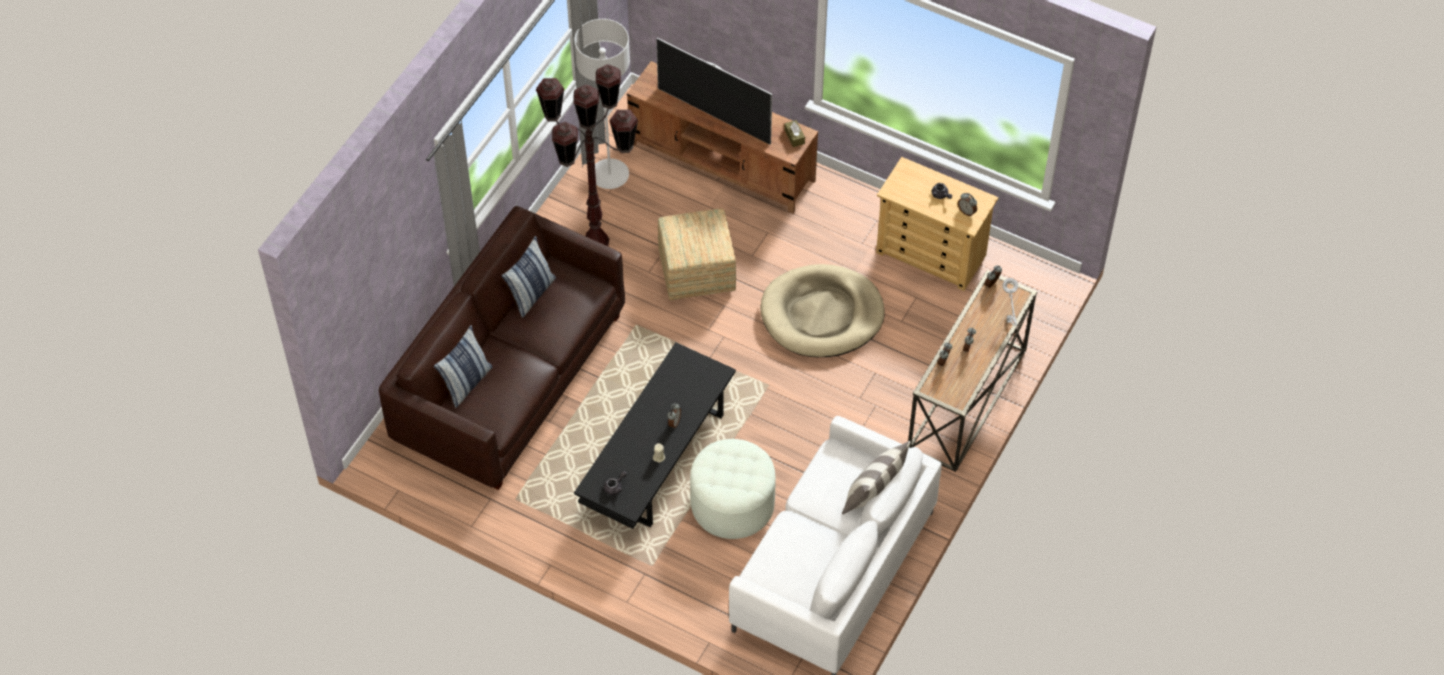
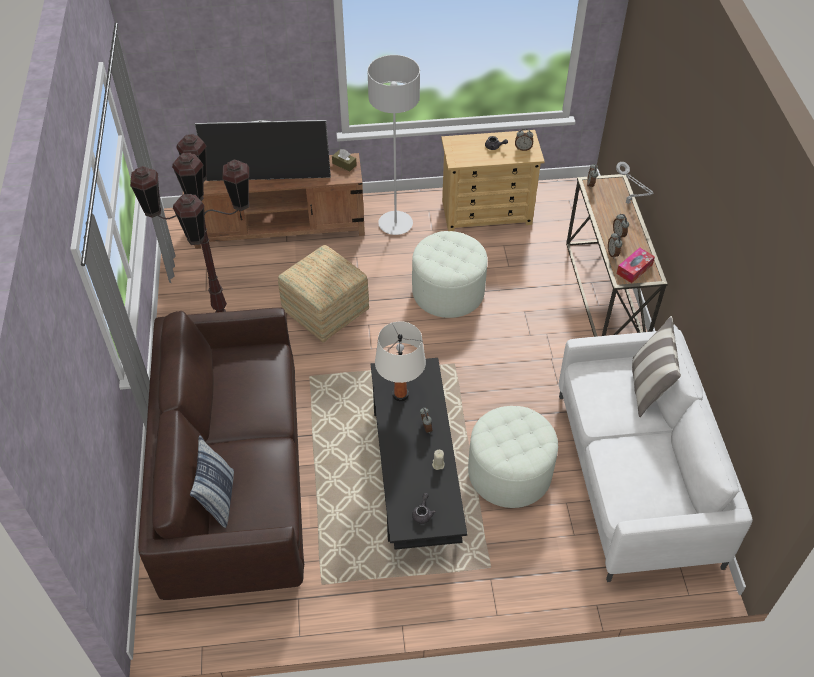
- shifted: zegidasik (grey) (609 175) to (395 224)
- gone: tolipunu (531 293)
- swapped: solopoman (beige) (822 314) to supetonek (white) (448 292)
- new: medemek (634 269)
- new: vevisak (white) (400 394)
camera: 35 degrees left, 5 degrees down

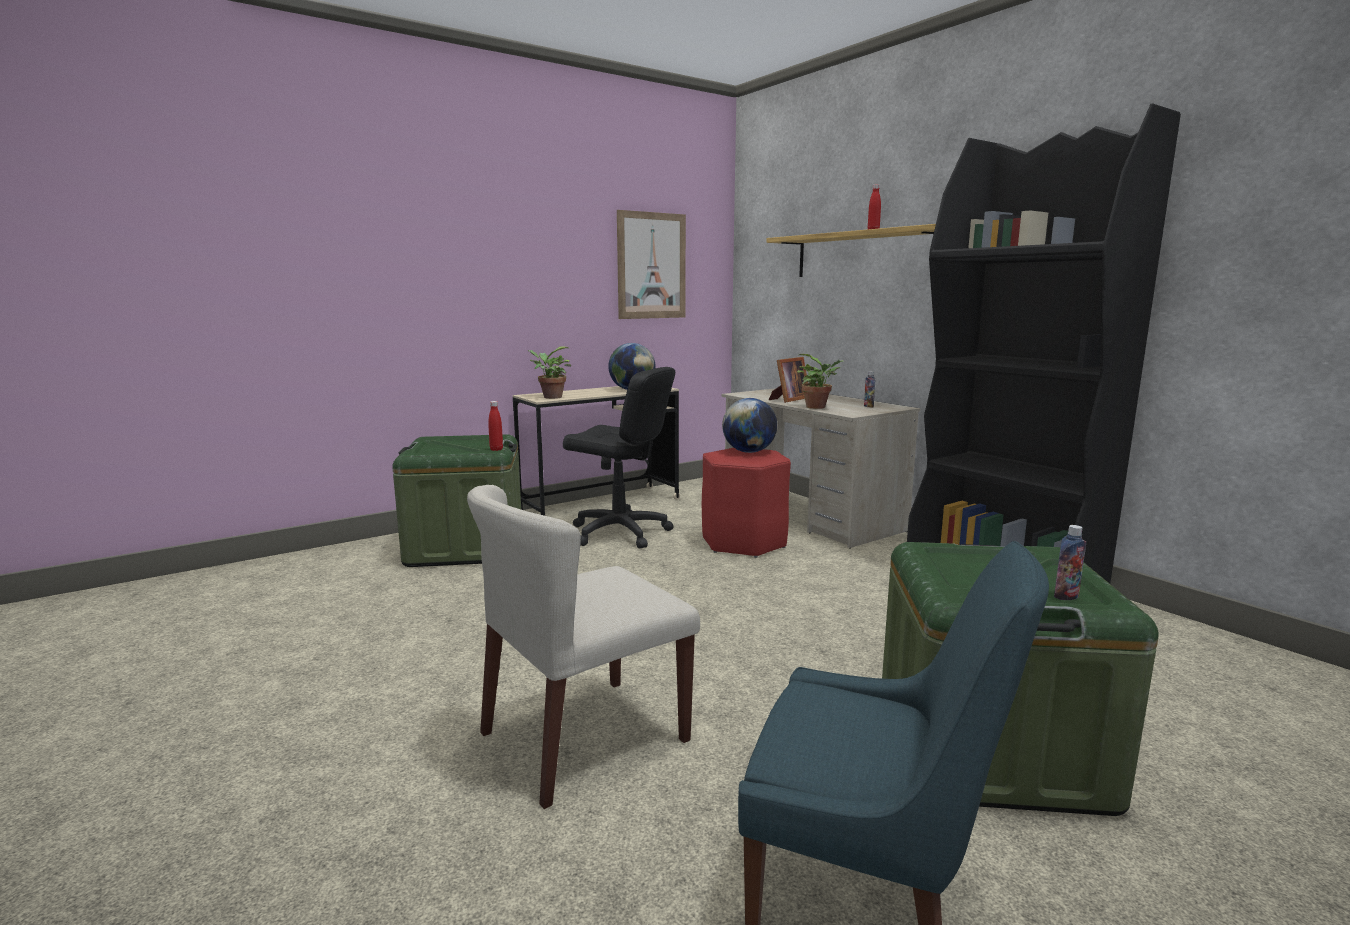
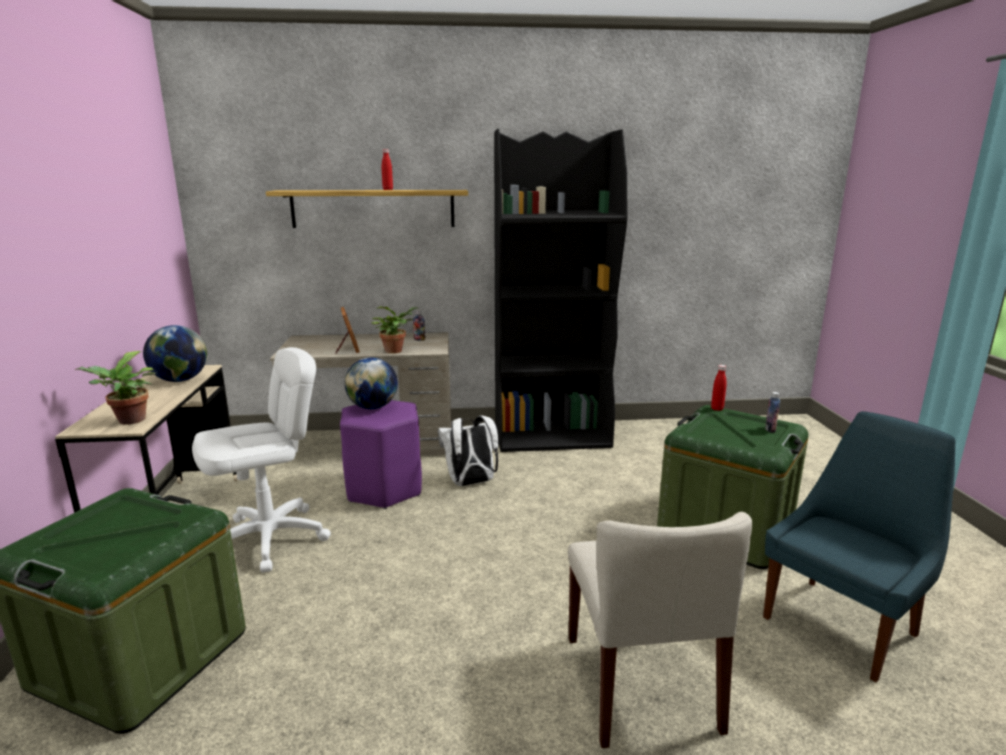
- gone: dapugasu (651 266)
- repainted: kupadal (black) (619 533) to kupadal (white) (270 538)
- shifted: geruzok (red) (496 449) to (717 409)
- repainted: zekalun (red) (743 543) to zekalun (purple) (384 489)
- new: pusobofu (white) (470 483)
camera: 60 degrees left, 5 degrees up

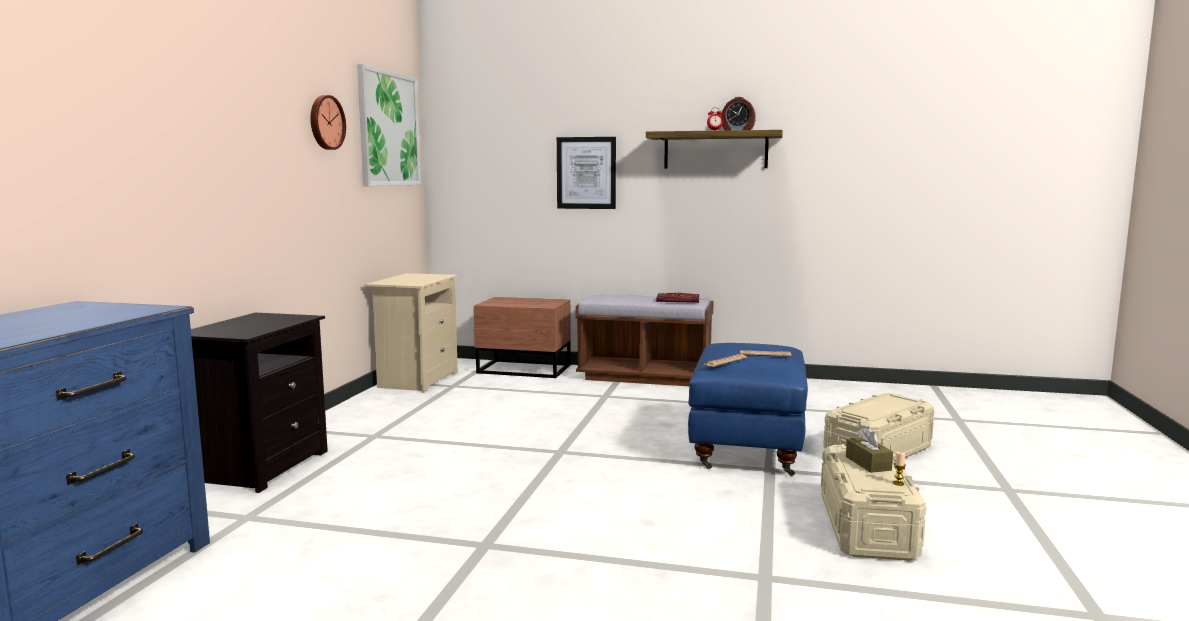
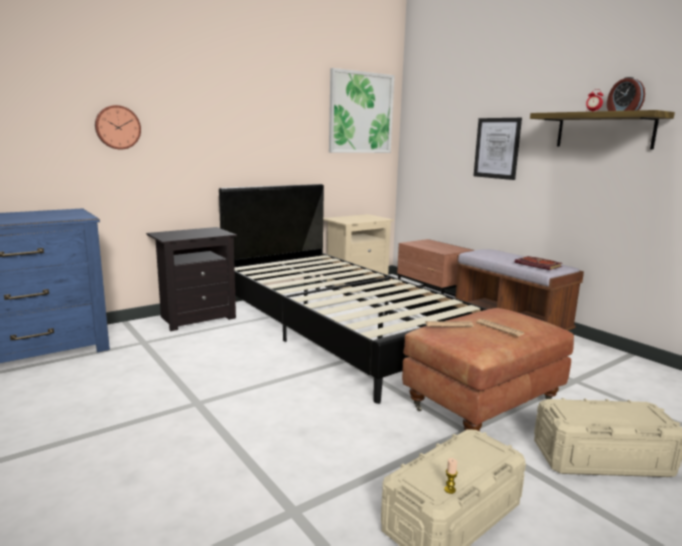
- shifted: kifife (325 122) to (117 127)
- repainted: supetonek (blue) (746 447) to supetonek (brown) (482 405)
- gone: medemek (brown) (868 463)
- new: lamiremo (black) (339 330)
camera: 40 degrees right, 5 degrees up

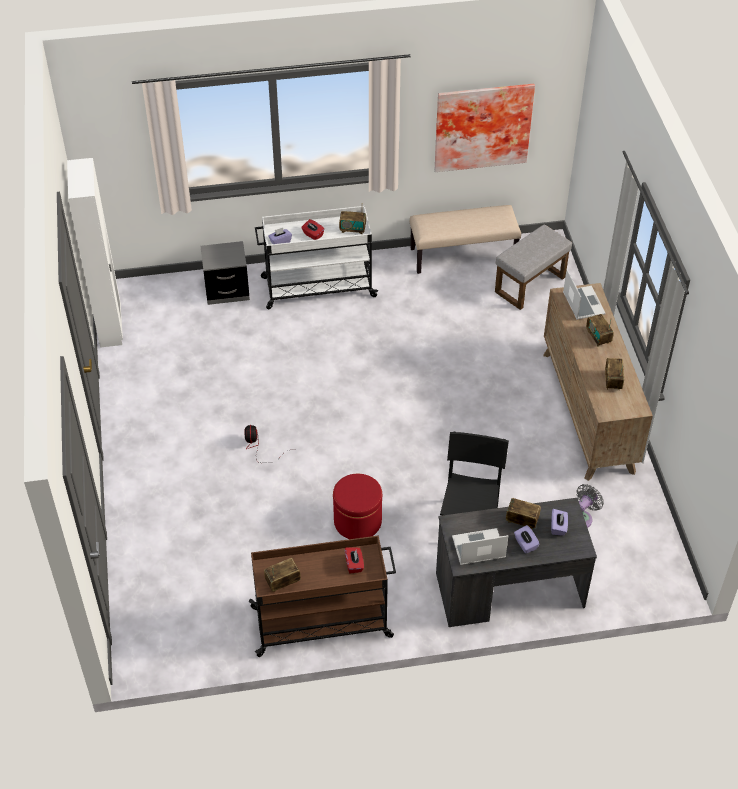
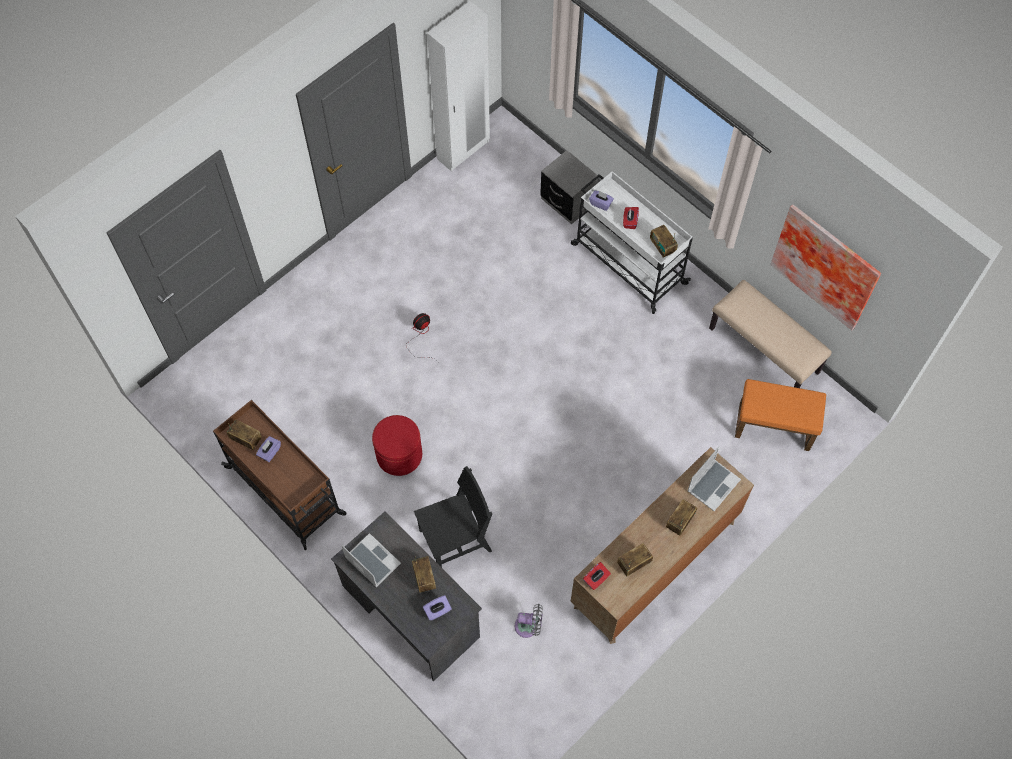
- repainted: supetonek (grey) (530 285) to supetonek (orange) (773 427)
- shifted: medemek (purple) (525 544) to (269 452)
- shifted: medemek (red) (354 564) to (596 579)
camera: 55 degrees right, 15 degrees up

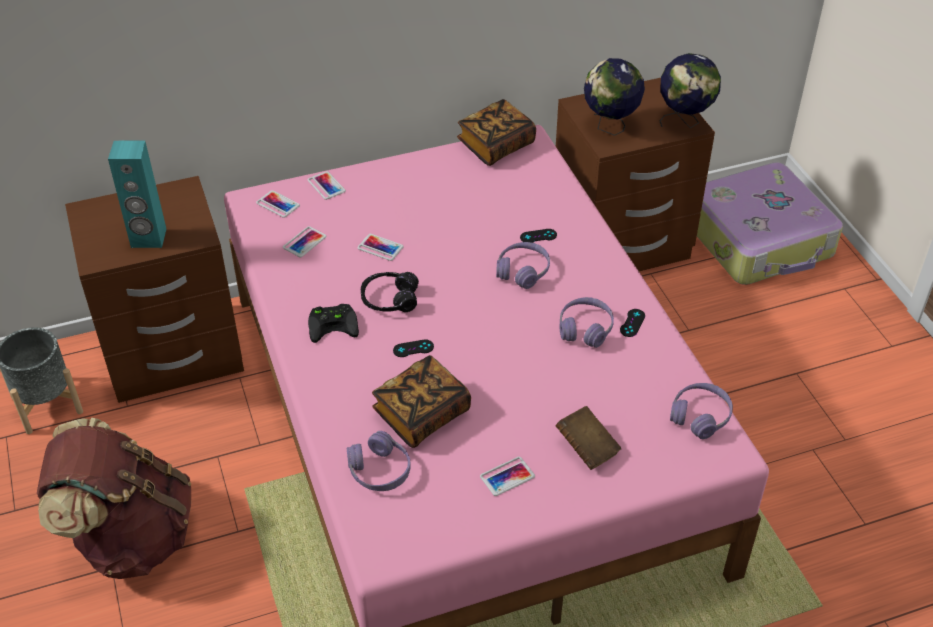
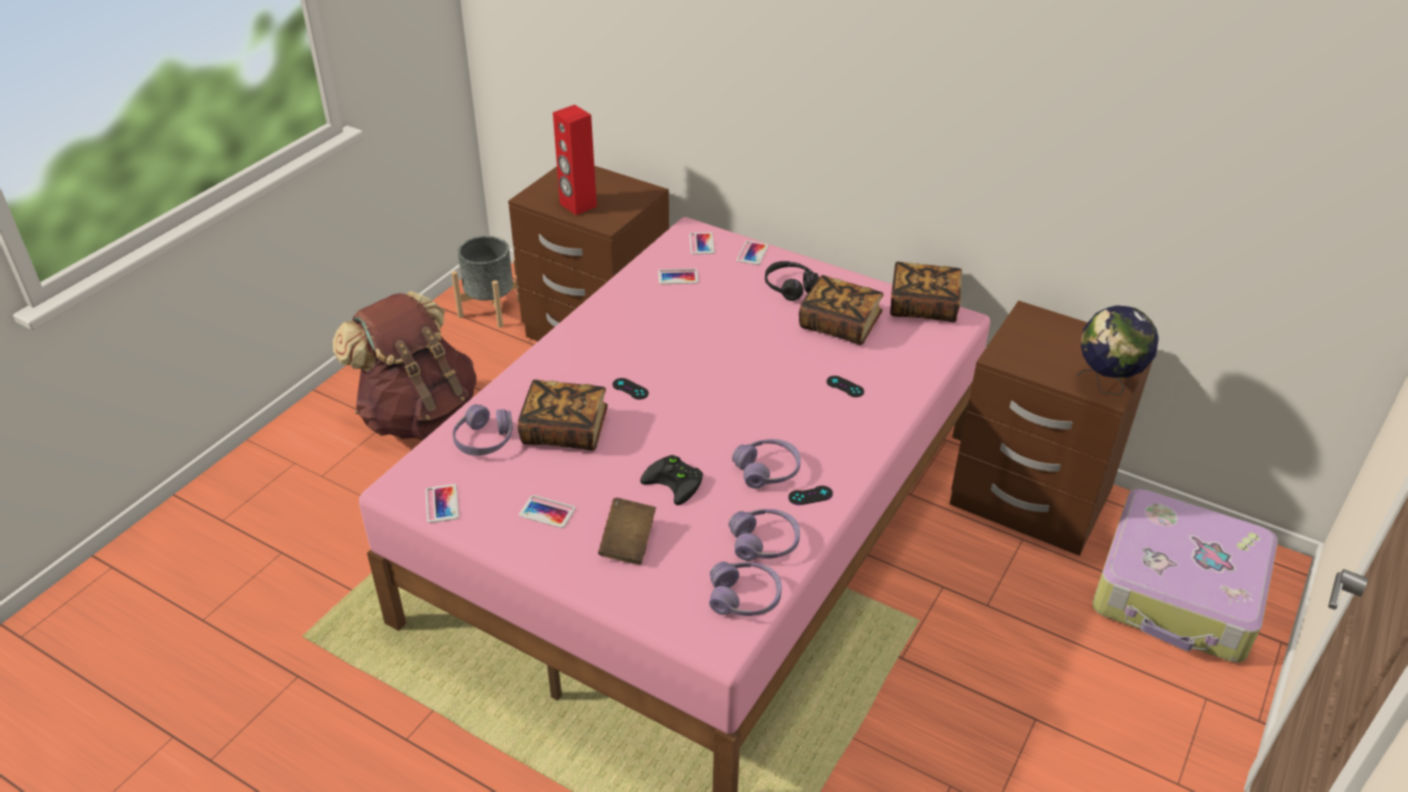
- gone: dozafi (610 127)
- repainted: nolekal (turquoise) (148 238) to nolekal (red) (577 205)
- shifted: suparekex (380 247) to (442 504)
- shifted: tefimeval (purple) (522 271) to (764 543)
- shifted: tefimeval (black) (389 299) to (790 287)
- shifted: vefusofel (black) (334 324) to (676 482)
- new: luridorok (839 325)
camera: 50 degrees right, 5 degrees down

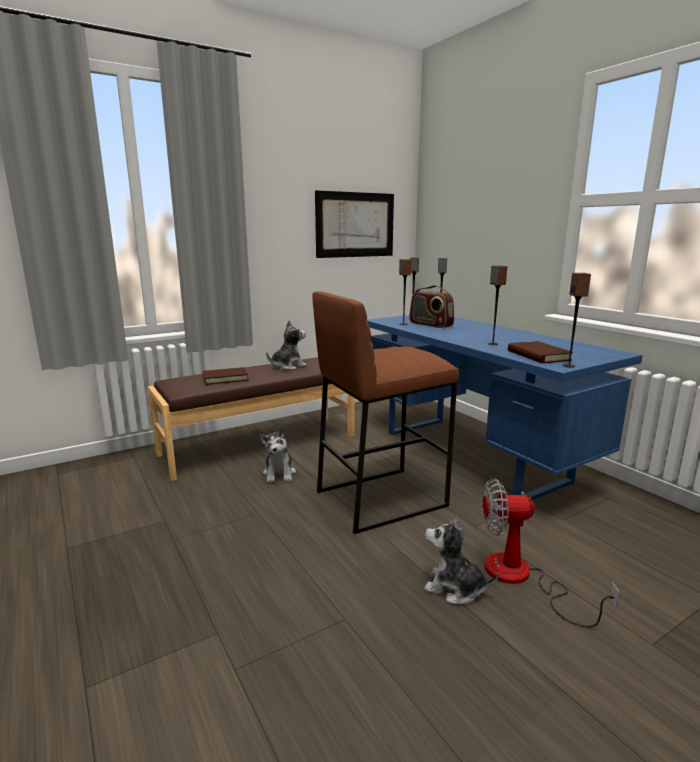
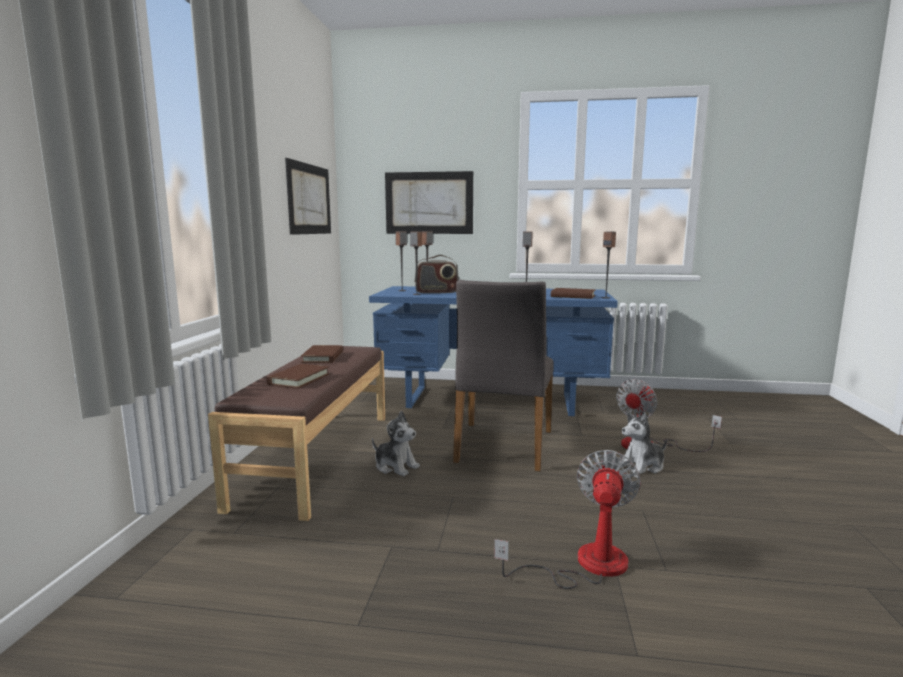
- swapped: zekalun (brown) (380 498) to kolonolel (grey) (503 446)
- swapped: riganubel (287 366) to luridorok (brown) (323 357)
- new: dapugasu (429 203)
- new: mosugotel (585 565)
camera: 50 degrees left, 5 degrees down

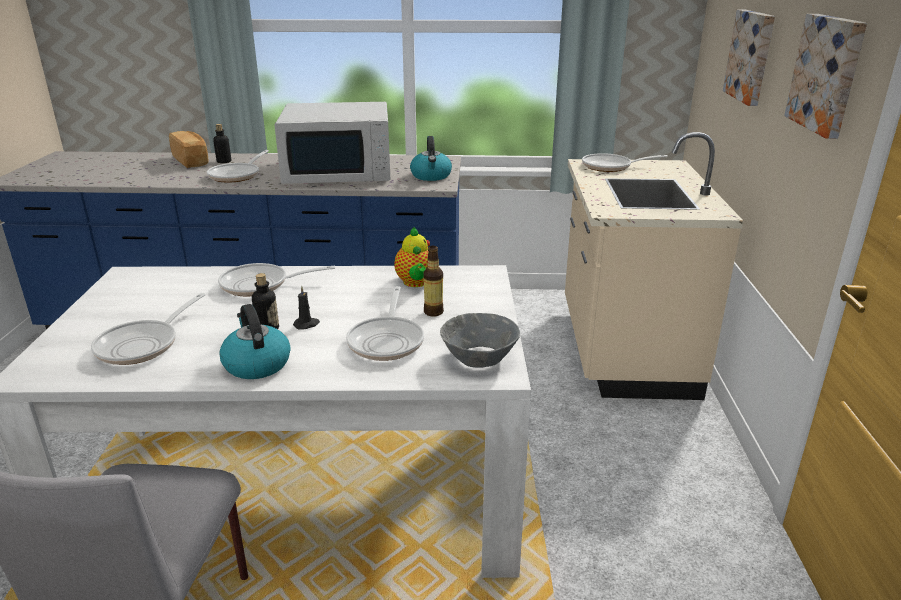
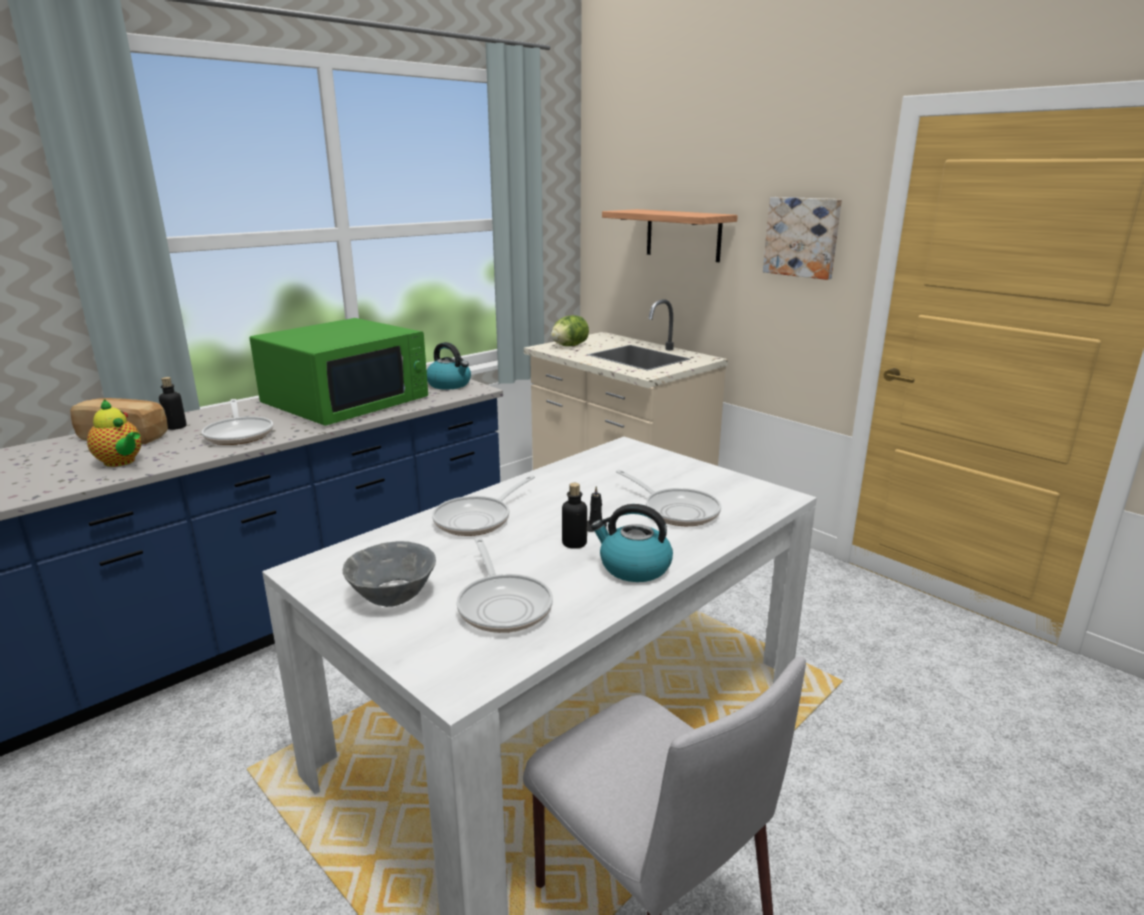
- swapped: dapugasu (752 56) to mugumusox (683 235)
- repainted: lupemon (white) (340 170) to lupemon (green) (347 401)
- swapped: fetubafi (611 167) to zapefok (569 346)
- shifted: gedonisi (416 283) to (121 462)
- gone: geruzok (433 312)
- shifted: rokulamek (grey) (479 357) to (392 594)
camera: 45 degrees left, 5 degrees down

